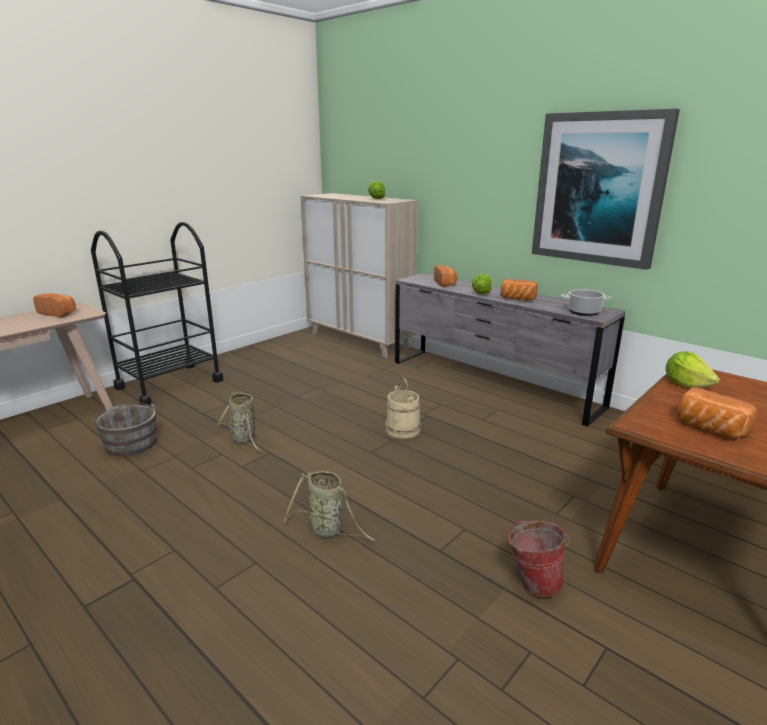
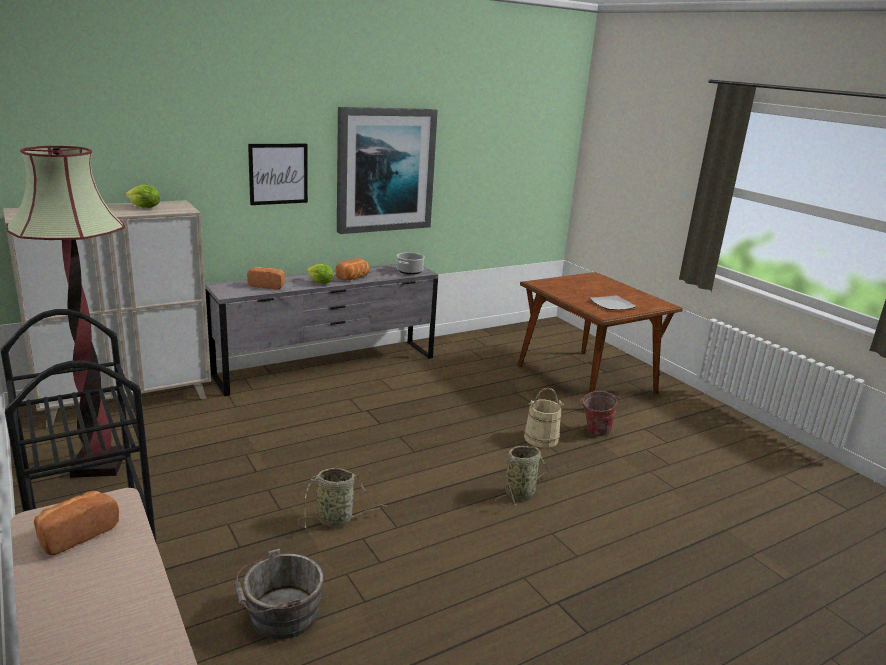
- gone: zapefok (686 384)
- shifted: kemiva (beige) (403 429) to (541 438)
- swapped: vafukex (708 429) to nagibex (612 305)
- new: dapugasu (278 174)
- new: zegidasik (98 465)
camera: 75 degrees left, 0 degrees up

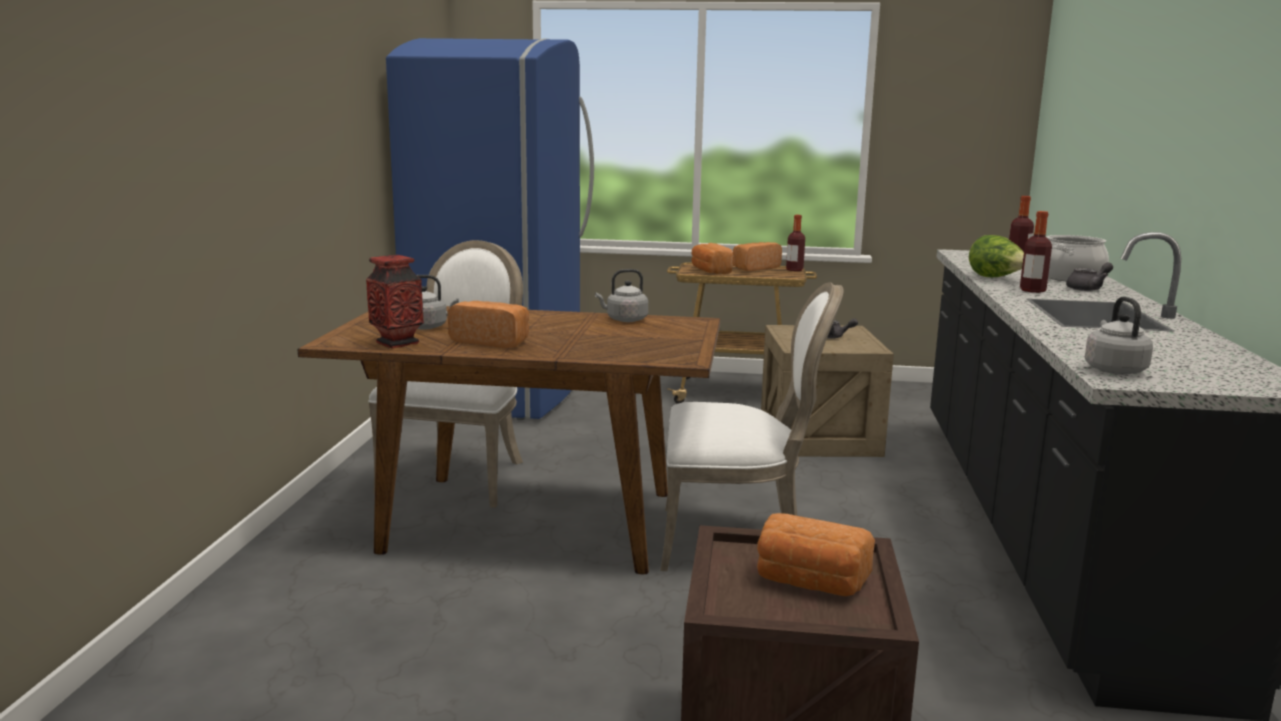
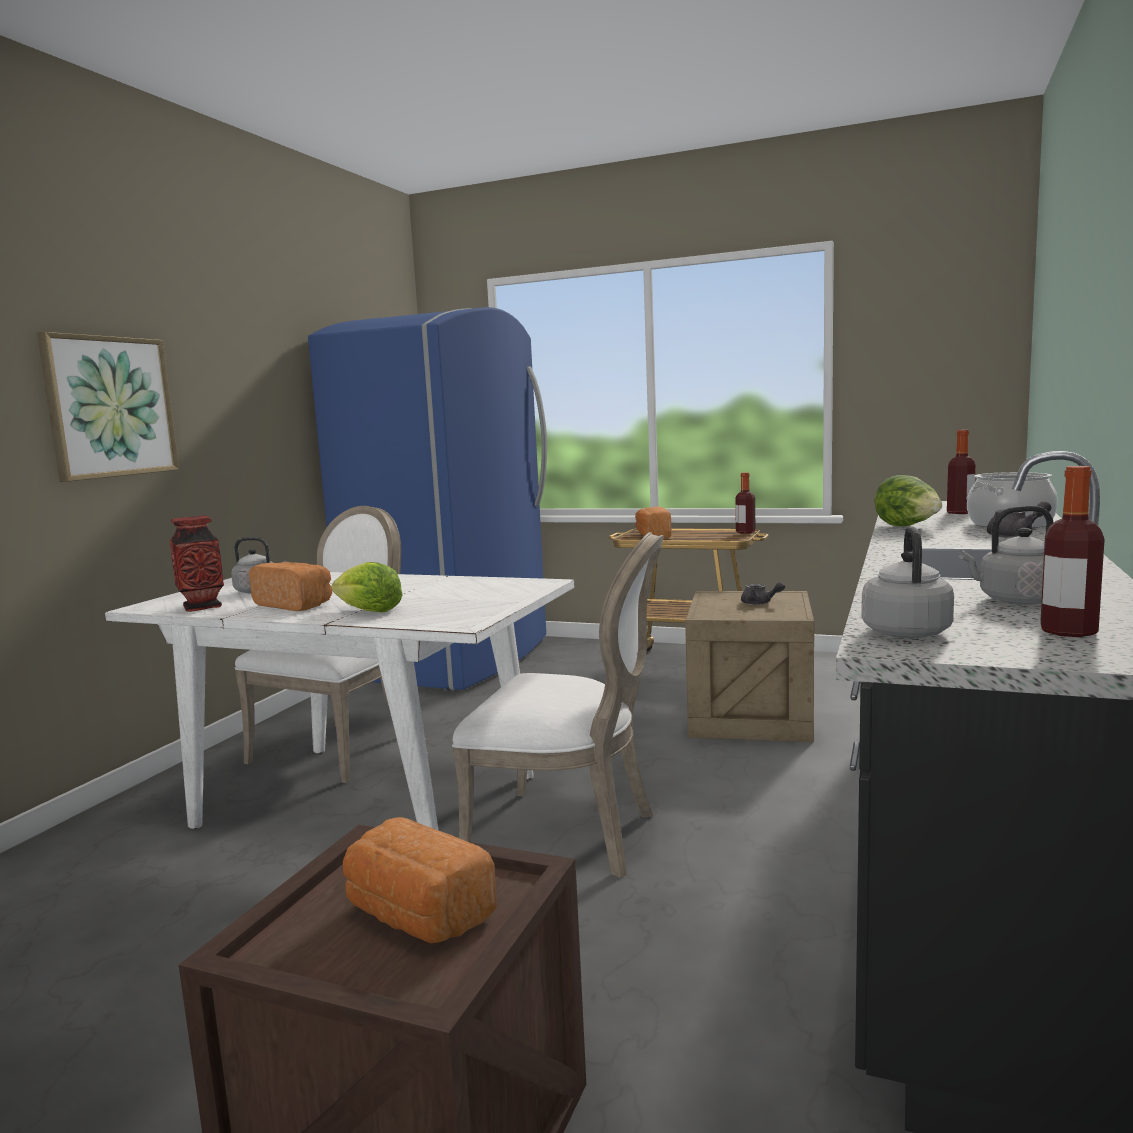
- shifted: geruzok (1032 290) to (1068 631)
- gone: vafukex (754 268)
- shifted: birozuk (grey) (624 320) to (1015 600)
- repainted: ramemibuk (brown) (528 521) to ramemibuk (white) (365 800)
- new: dapugasu (109 407)
- new: zapefok (369 611)
camera: 15 degrees right, 5 degrees down

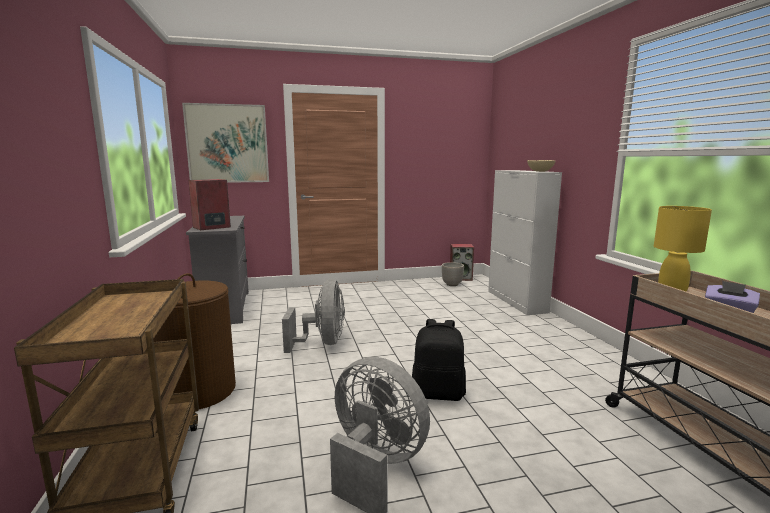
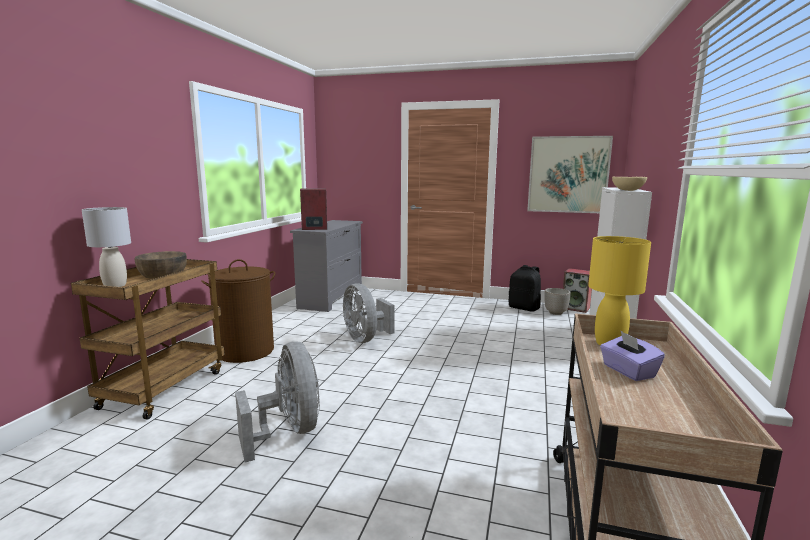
- shifted: dapugasu (227 144) to (568 174)
- rotated: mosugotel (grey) (322 343) = (365 339) 120 degrees clockwise
- shifted: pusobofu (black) (438 393) to (524 308)
- new: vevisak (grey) (115 285)
- new: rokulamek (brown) (163 274)
camera: 30 degrees right, 0 degrees up

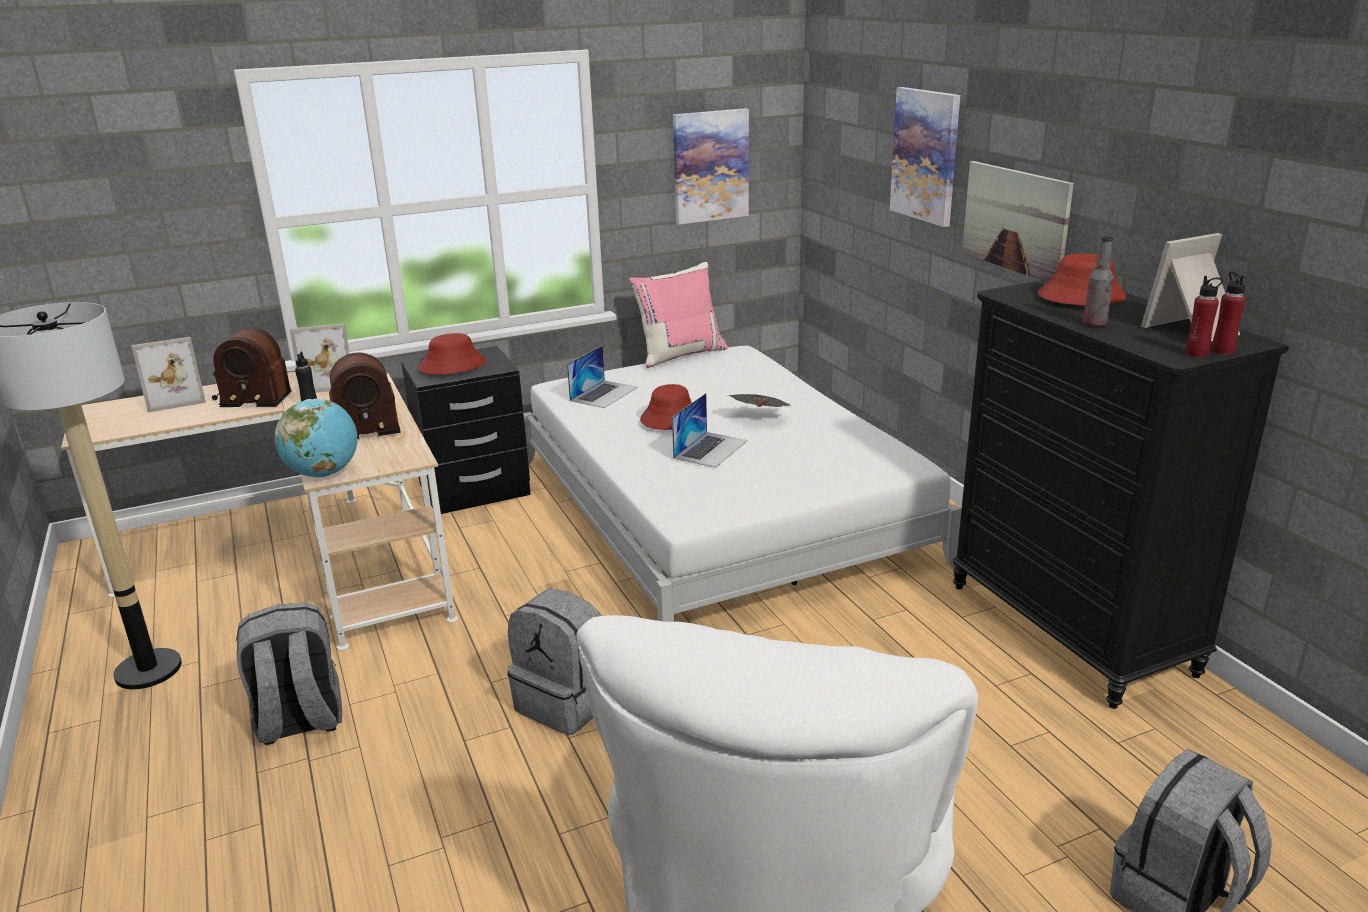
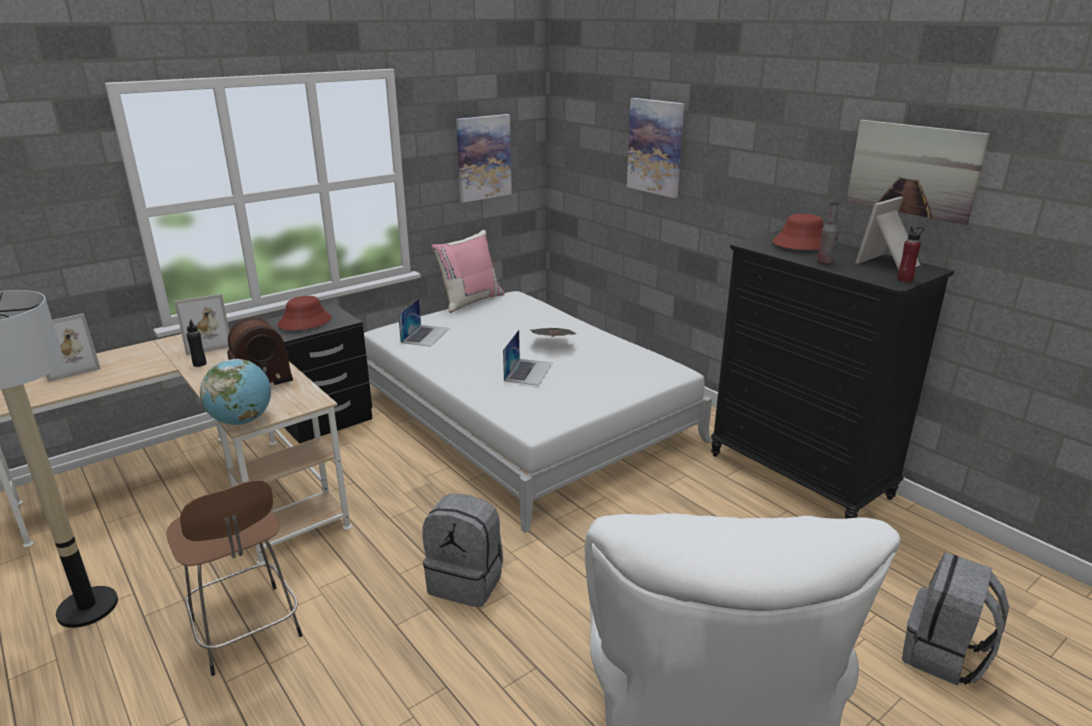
- shifted: dapugasu (1015 220) to (913 170)
- gone: geruzok (red) (1222 351)
- gone: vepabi (252 395)
- gone: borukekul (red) (670 418)
- swapped: pusobofu (grey) (299 721) to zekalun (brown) (247 631)
camera: 15 degrees left, 0 degrees up

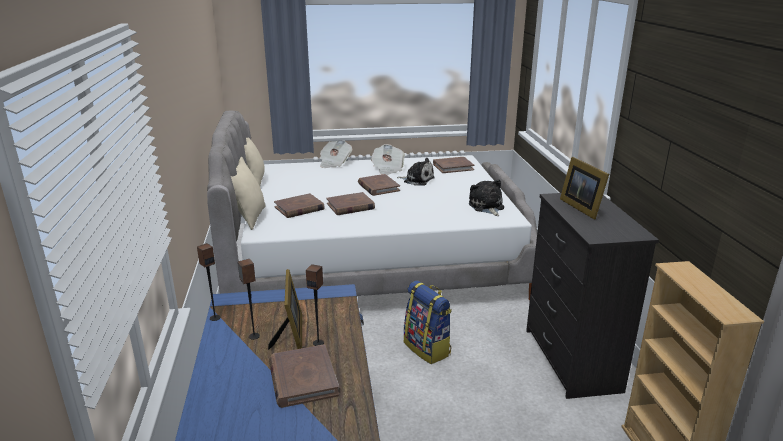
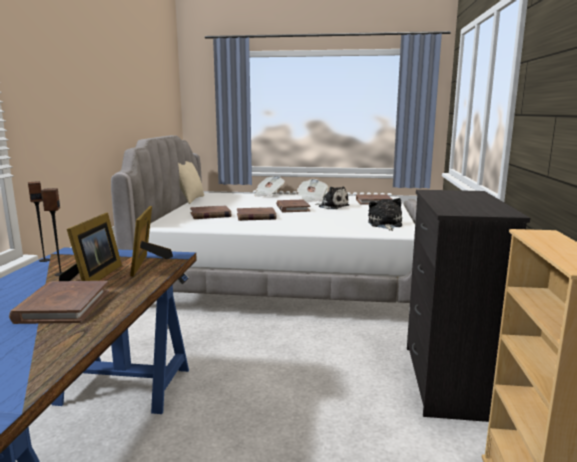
- gone: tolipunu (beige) (250 217)
- shifted: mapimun (581 207) to (148 264)
- gone: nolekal (318 342)
- gone: pusobofu (428 348)
camera: 15 degrees right, 10 degrees down

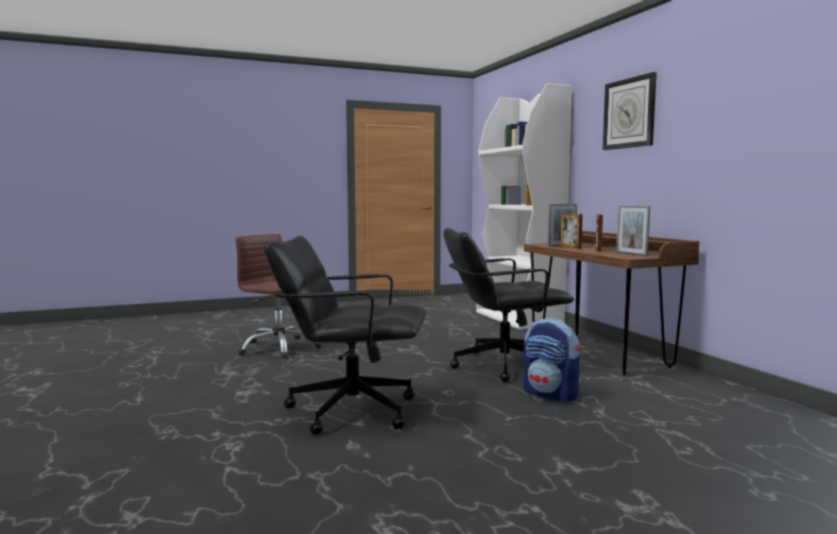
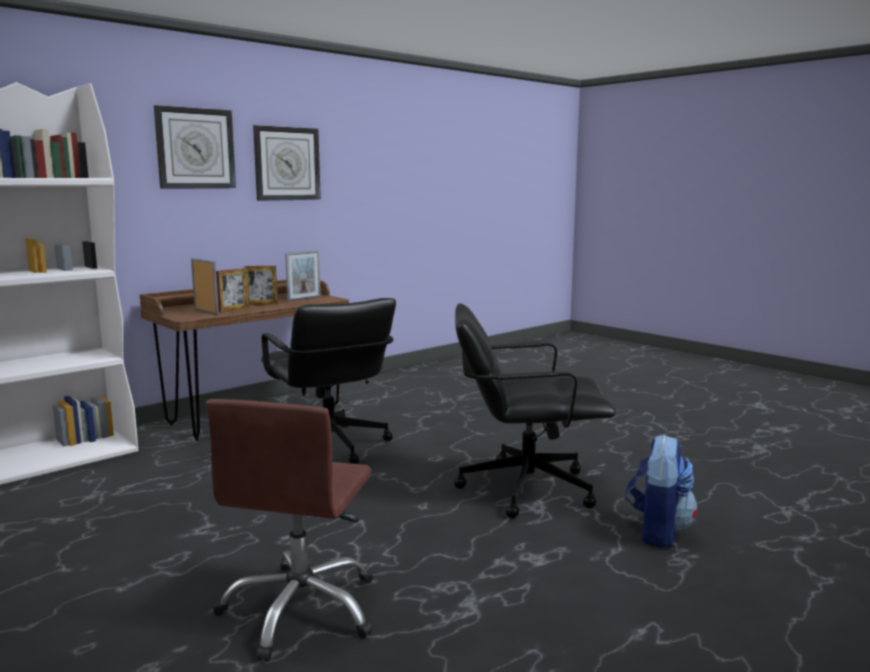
- rotated: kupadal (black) (351 410) = (524 488) 105 degrees clockwise
- shifted: pusobofu (551 394) to (657 531)
- new: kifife (287 164)
camera: 110 degrees left, 5 degrees up

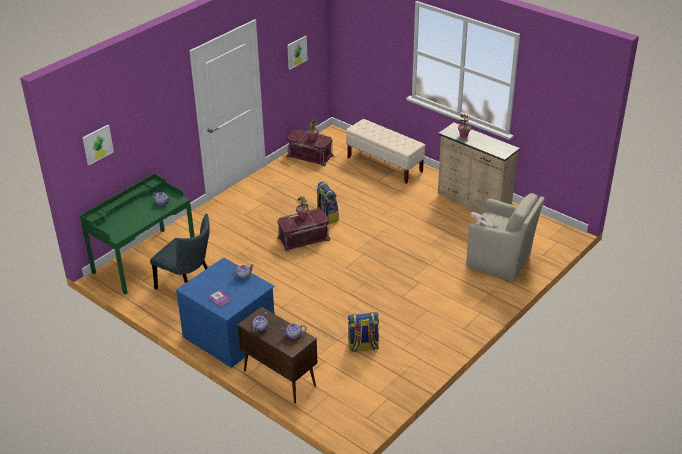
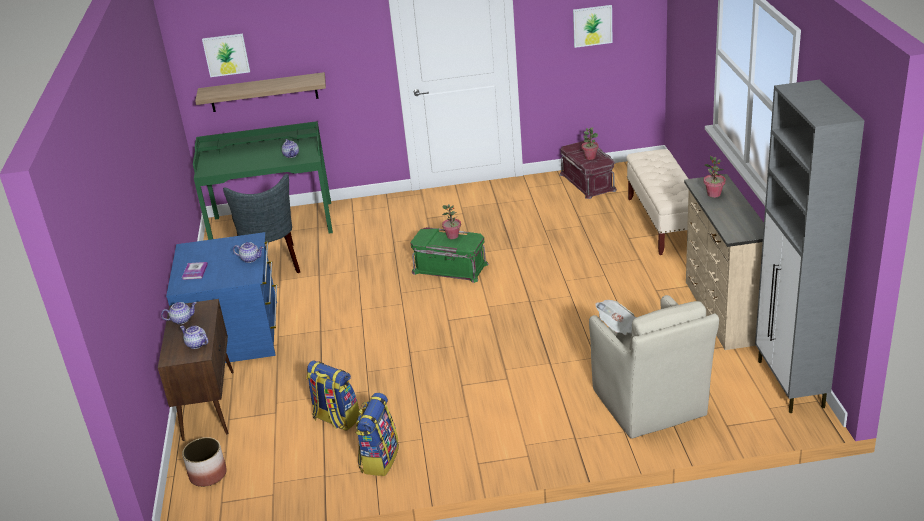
- shifted: pusobofu (326 217) to (379 459)
- repainted: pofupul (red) (304 239) to pofupul (green) (449 268)
- new: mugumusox (263 92)
- new: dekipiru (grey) (790 384)
- new: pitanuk (207 475)
camera: 45 degrees right, 5 degrees down

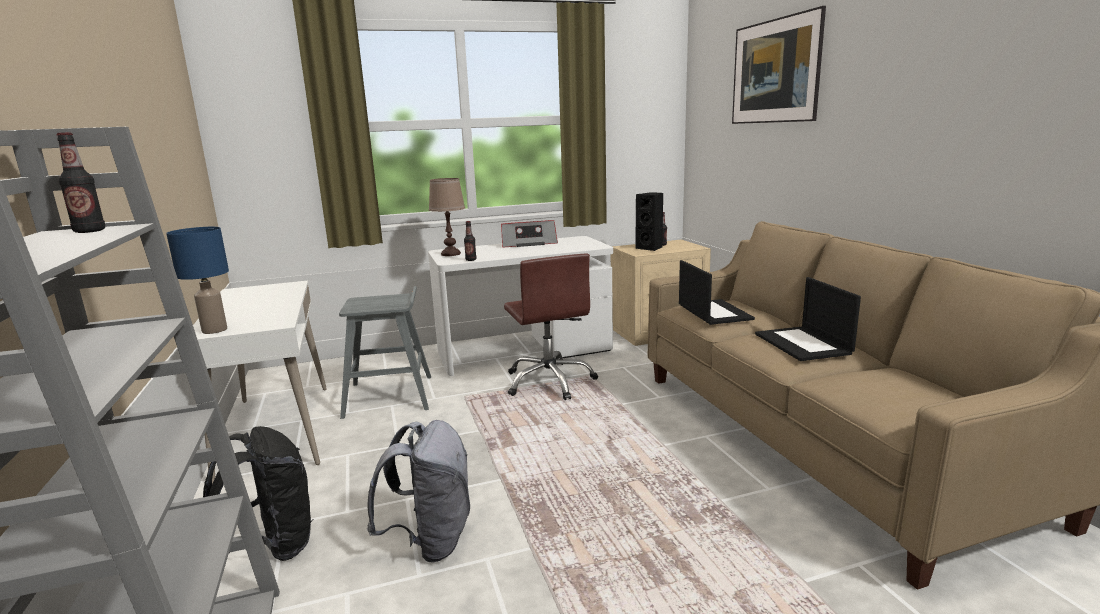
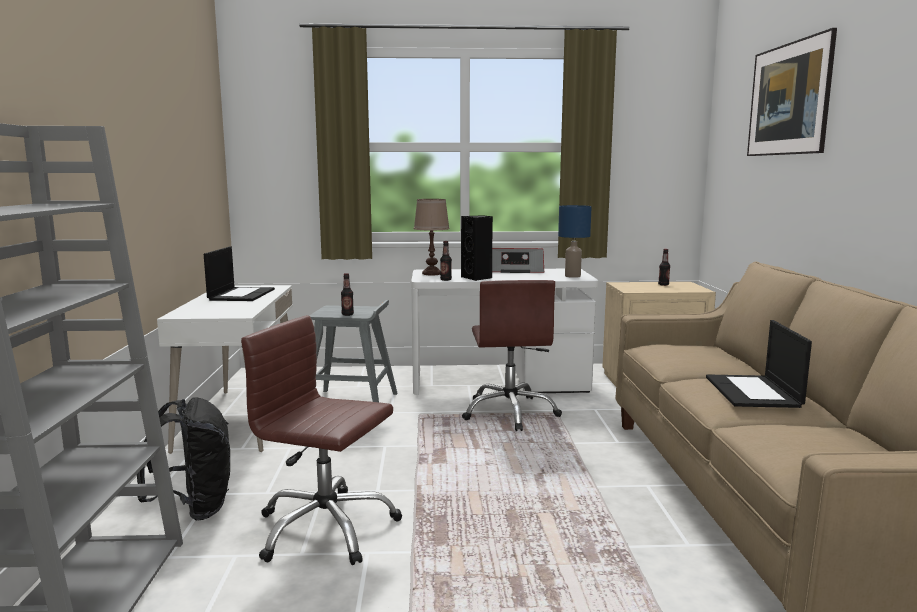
- shifted: geruzok (89 231) to (347 314)
- shifted: nolekal (black) (650 248) to (477 278)
- shifted: vevisak (blue) (215 330) to (572 276)
- shifted: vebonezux (713 312) to (241 294)
- swapped: pusobofu (grey) (431 541) to kupadal (brown) (325 528)
camera: 15 degrees right, 5 degrees down

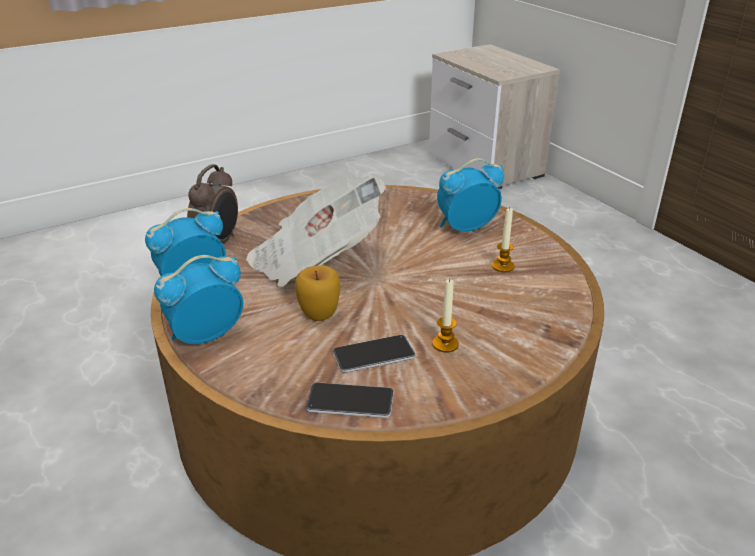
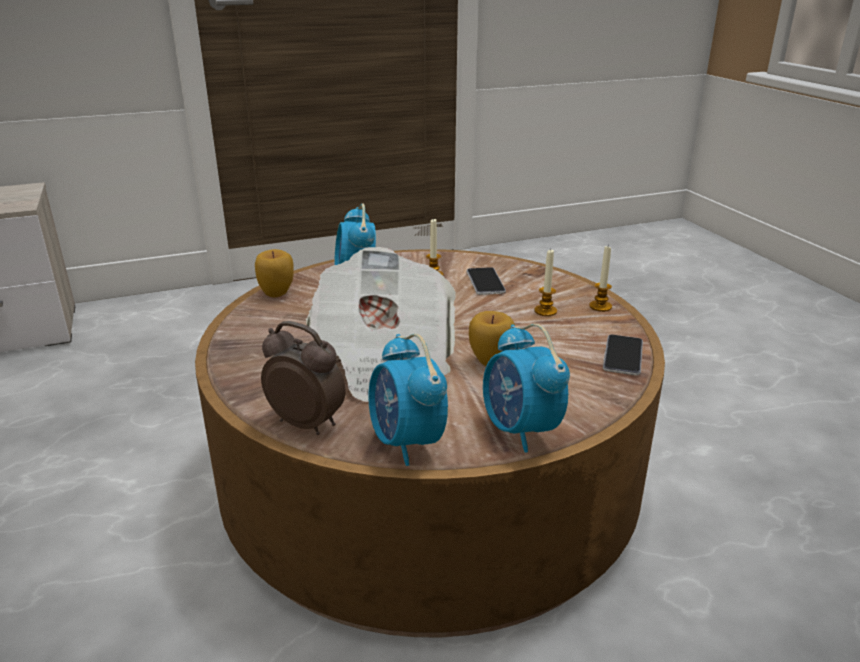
- shifted: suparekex (373 355) to (485 282)
- new: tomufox (600 306)
- new: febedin (277 293)
camera: 80 degrees left, 5 degrees down

